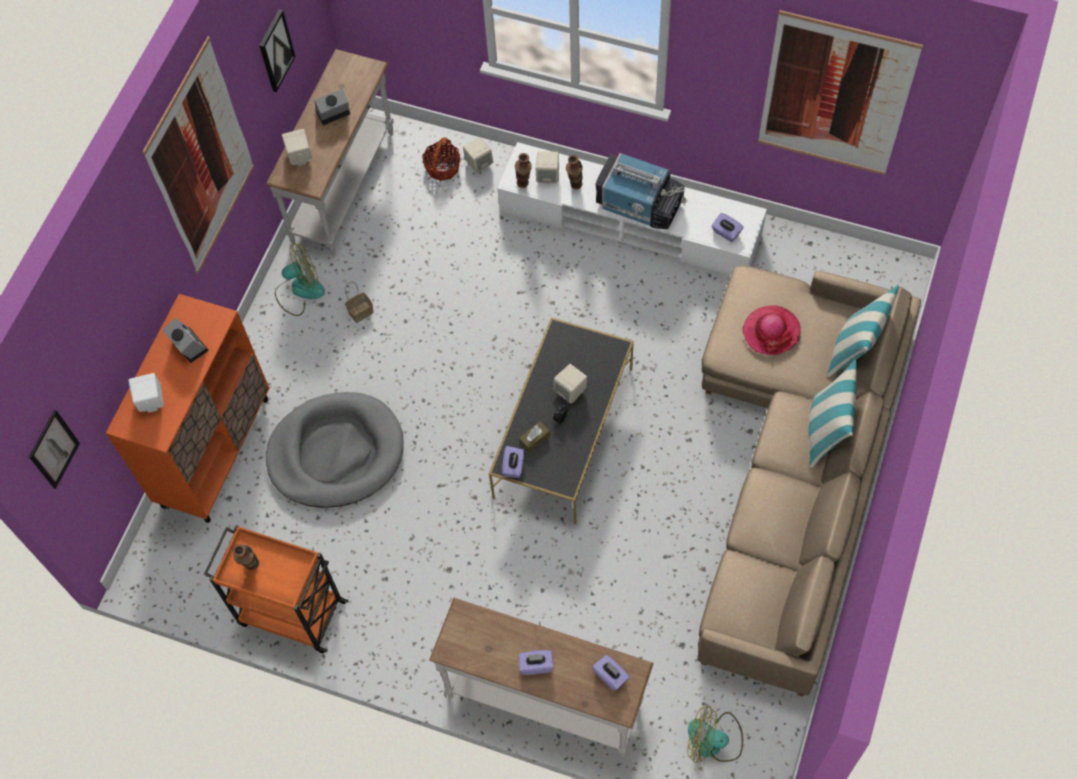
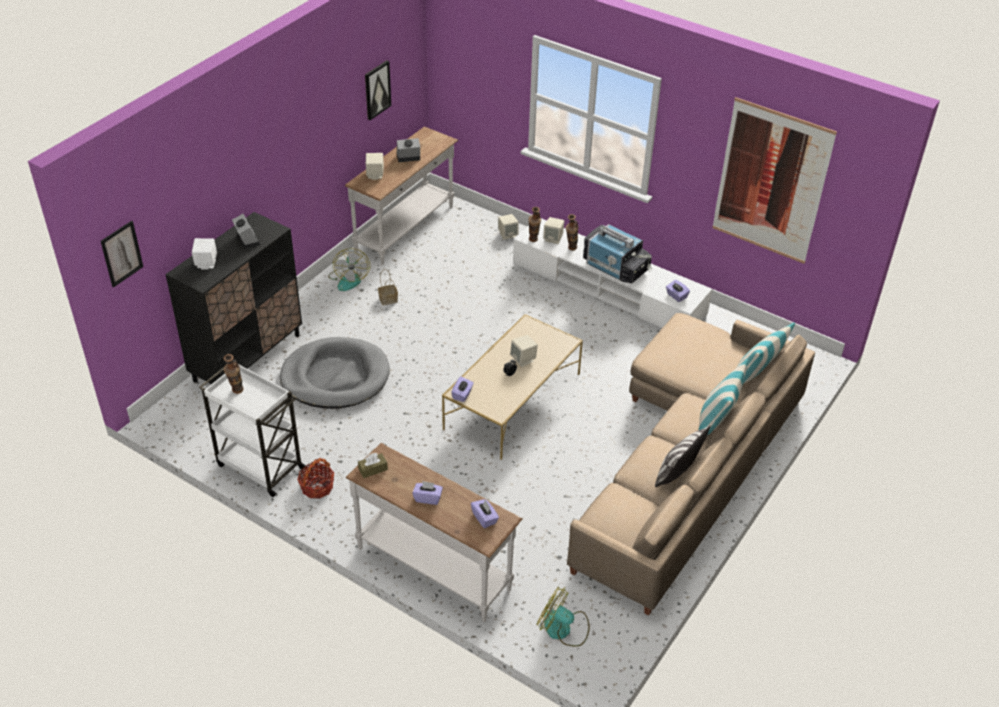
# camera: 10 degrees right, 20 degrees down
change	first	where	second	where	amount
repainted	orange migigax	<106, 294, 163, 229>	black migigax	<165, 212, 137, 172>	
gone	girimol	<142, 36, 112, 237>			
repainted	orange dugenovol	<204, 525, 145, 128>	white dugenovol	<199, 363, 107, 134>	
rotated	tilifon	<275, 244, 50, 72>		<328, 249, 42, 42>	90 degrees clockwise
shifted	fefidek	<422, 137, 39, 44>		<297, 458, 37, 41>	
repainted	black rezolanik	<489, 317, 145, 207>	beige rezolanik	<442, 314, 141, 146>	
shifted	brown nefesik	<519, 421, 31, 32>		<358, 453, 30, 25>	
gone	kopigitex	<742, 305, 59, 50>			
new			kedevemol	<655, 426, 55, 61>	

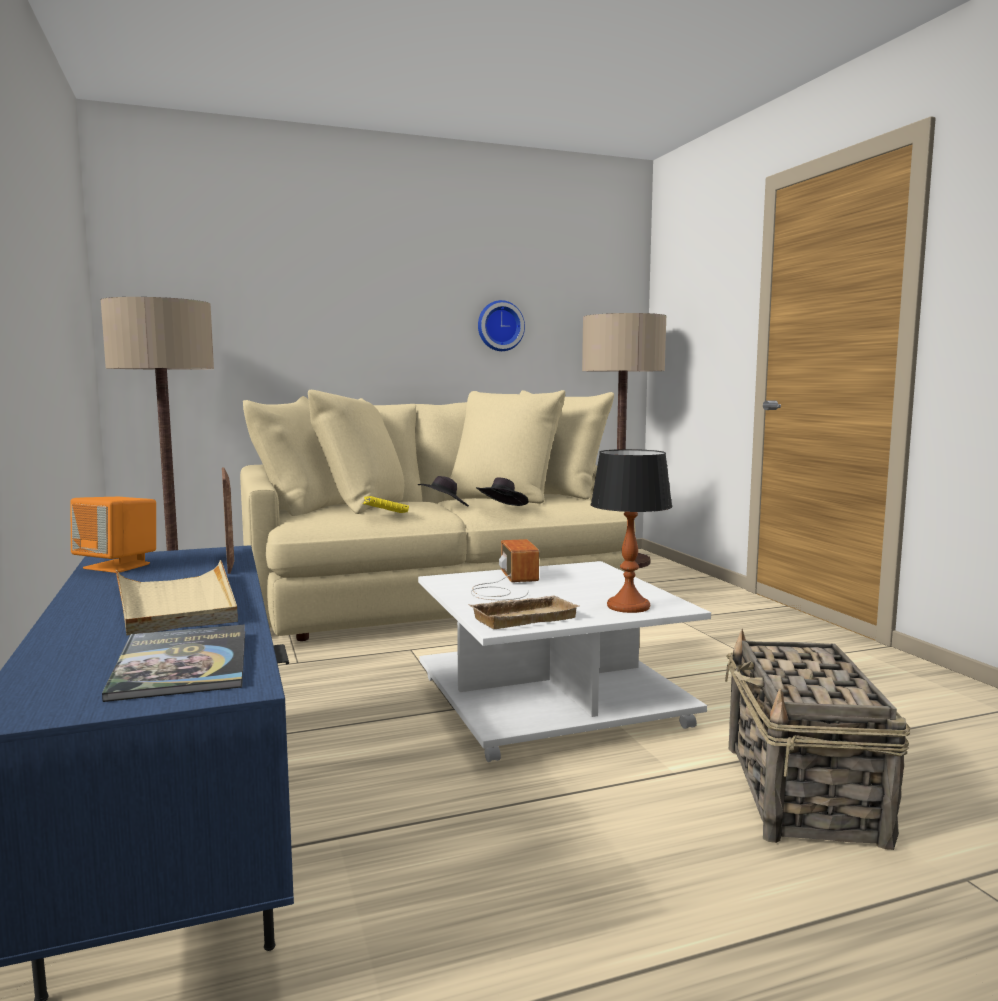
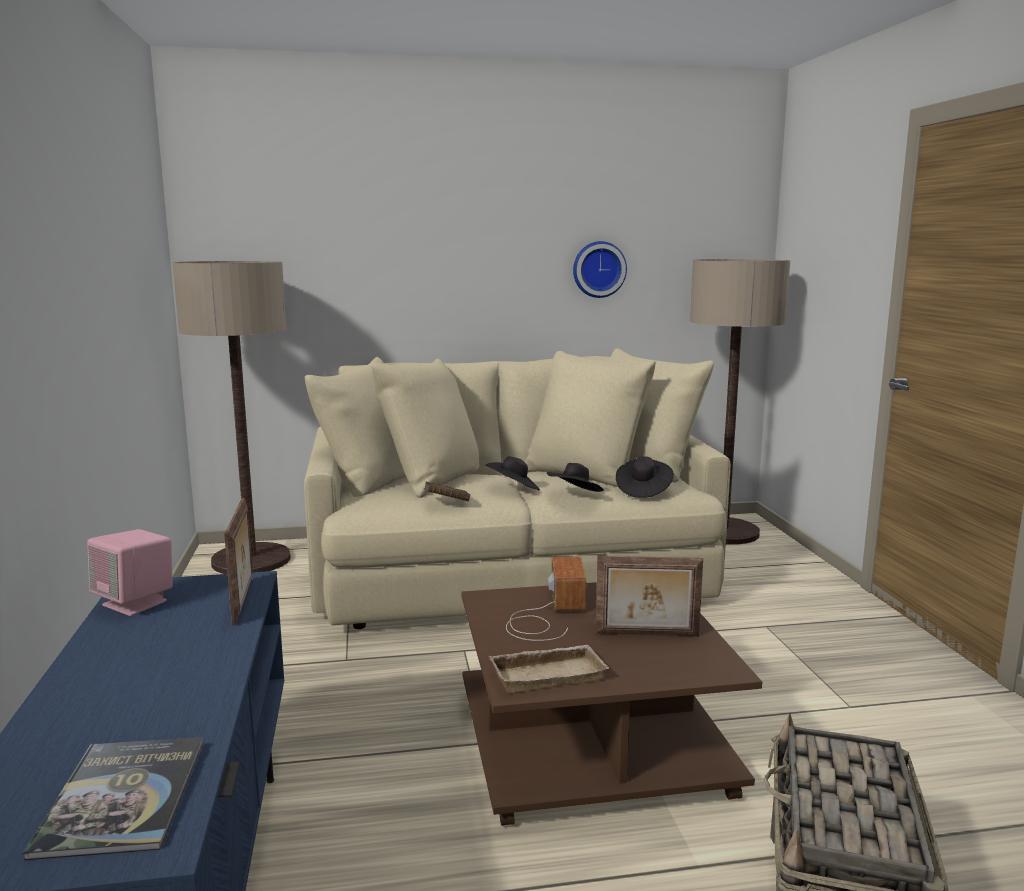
# camera: 10 degrees right, 5 degrees up
change	first	where	second	where	amount
repainted	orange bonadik	<70, 497, 86, 76>	pink bonadik	<87, 529, 86, 87>	
gone	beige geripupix	<116, 560, 122, 75>			
repainted	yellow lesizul	<363, 496, 46, 17>	brown lesizul	<424, 482, 46, 19>	
repainted	white rezolanik	<418, 561, 293, 201>	brown rezolanik	<461, 582, 301, 244>	
gone	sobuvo	<591, 449, 81, 164>			
new			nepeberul	<596, 556, 107, 80>	
new			black kopigitex	<616, 456, 58, 42>	

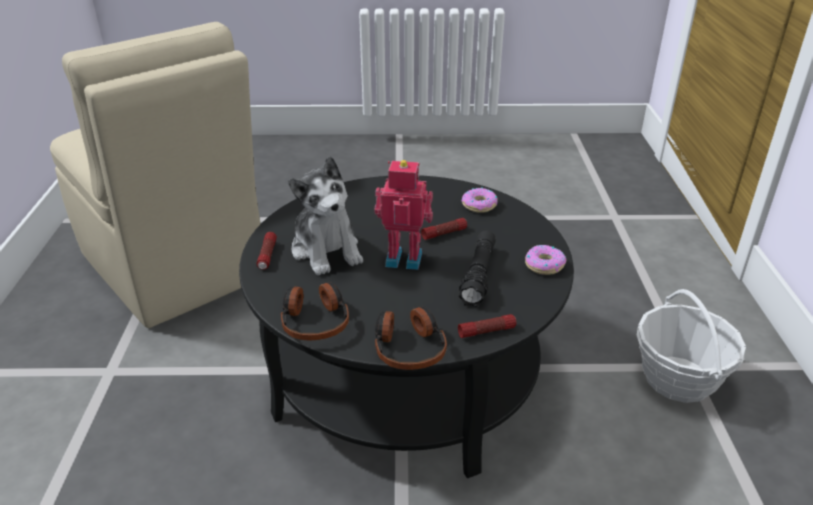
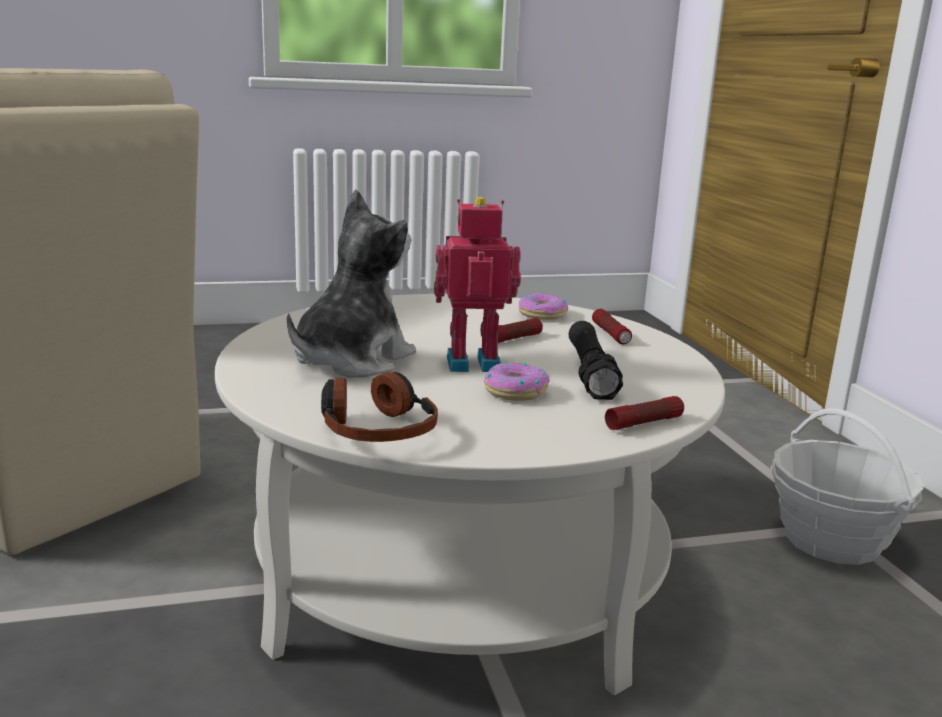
# camera: 15 degrees left, 15 degrees down
change	first	where	second	where	amount
repainted	black rezolanik	<239, 175, 335, 303>	white rezolanik	<215, 294, 510, 401>	
shifted	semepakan	<256, 232, 21, 38>		<592, 309, 40, 36>	
rotated	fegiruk	<288, 156, 75, 120>		<287, 189, 129, 188>	105 degrees counterclockwise
gone	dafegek	<375, 307, 72, 63>			
shifted	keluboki	<525, 245, 41, 30>		<484, 363, 66, 38>	

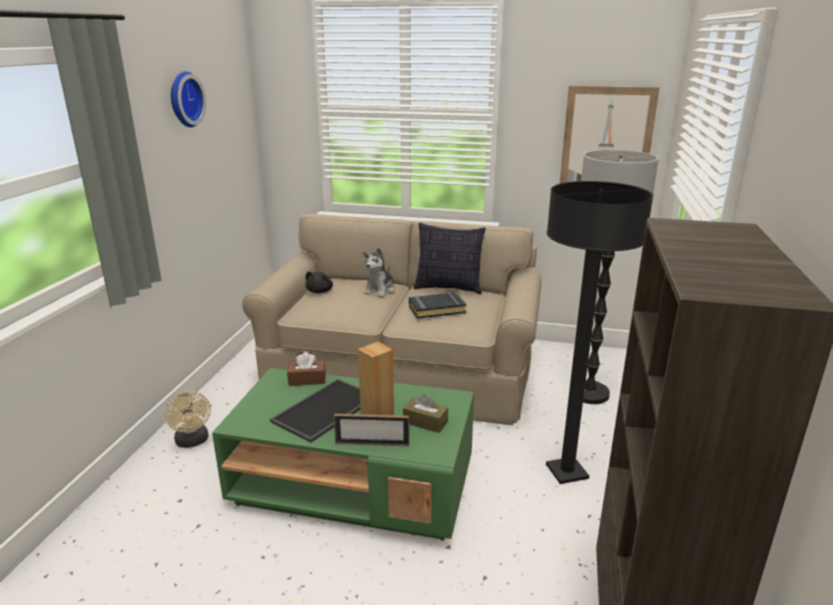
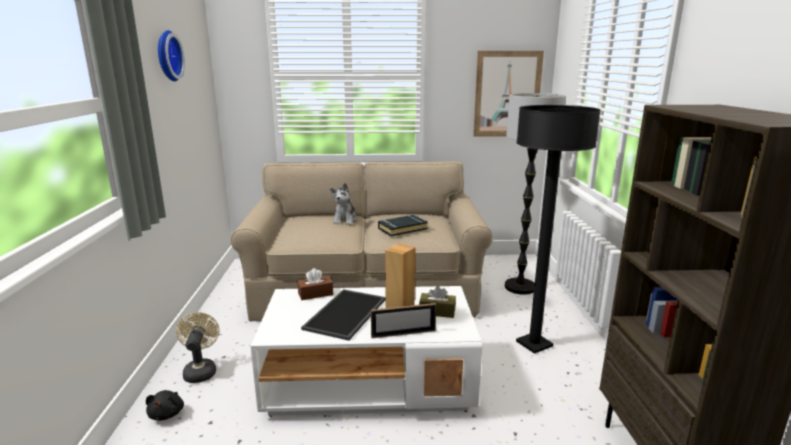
# camera: 15 degrees left, 5 degrees down
change	first	where	second	where	amount
rotated	beige tilifon	<164, 391, 47, 57>		<176, 312, 43, 71>	150 degrees counterclockwise
repainted	green rezolanik	<212, 368, 262, 173>	white rezolanik	<251, 286, 231, 131>	
shifted	black fegiruk	<306, 271, 27, 22>		<146, 390, 38, 31>	
gone	kedevemol	<414, 223, 72, 71>			

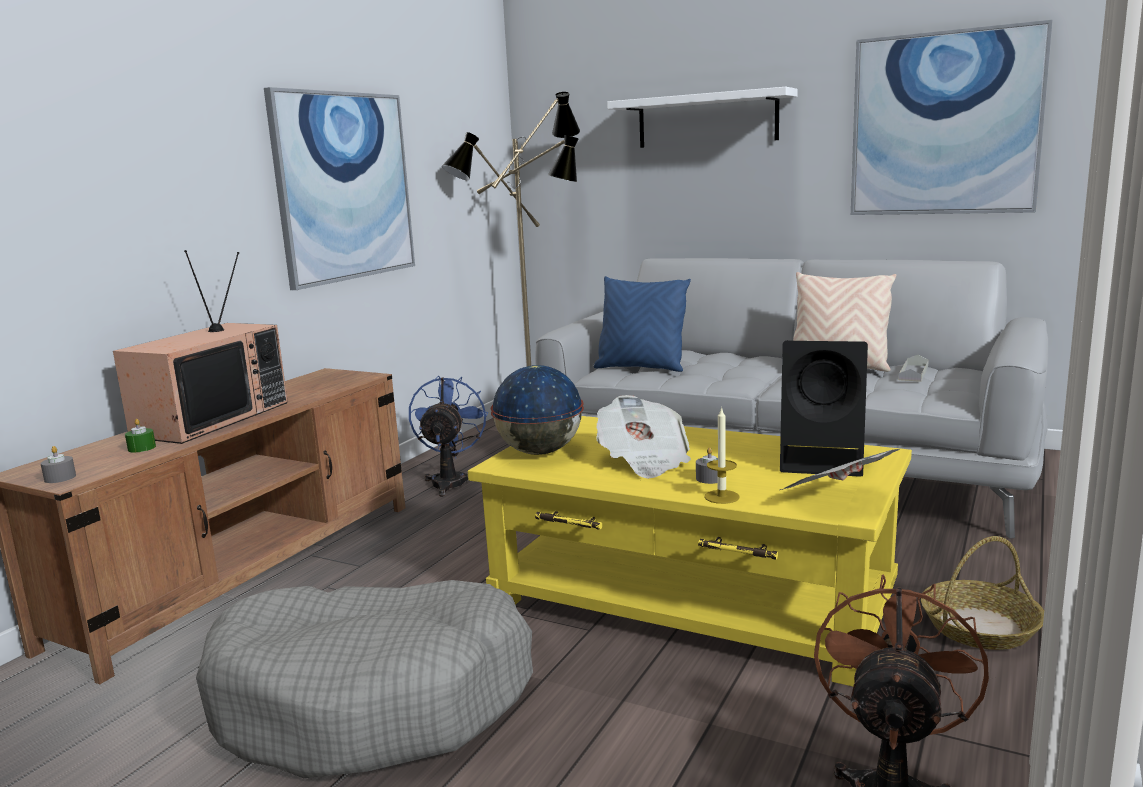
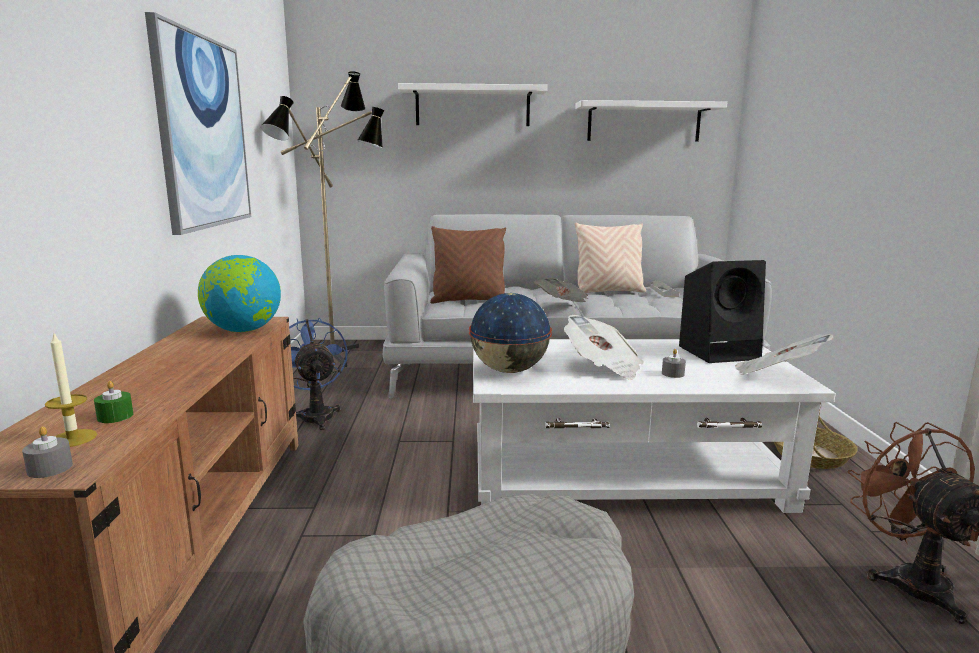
# camera: 30 degrees left, 0 degrees up
change	first	where	second	where	amount
gone	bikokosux	<113, 250, 175, 194>			
repainted	yellow rezolanik	<468, 416, 444, 271>	white rezolanik	<473, 339, 363, 174>	
repainted	blue kedevemol	<594, 276, 97, 96>	brown kedevemol	<430, 226, 76, 77>	
shifted	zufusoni	<704, 407, 35, 97>		<45, 334, 52, 113>	
swapped	girimol	<851, 20, 202, 195>	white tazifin	<575, 100, 152, 42>	
new			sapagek	<198, 255, 83, 77>	
new			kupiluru	<533, 278, 55, 24>	

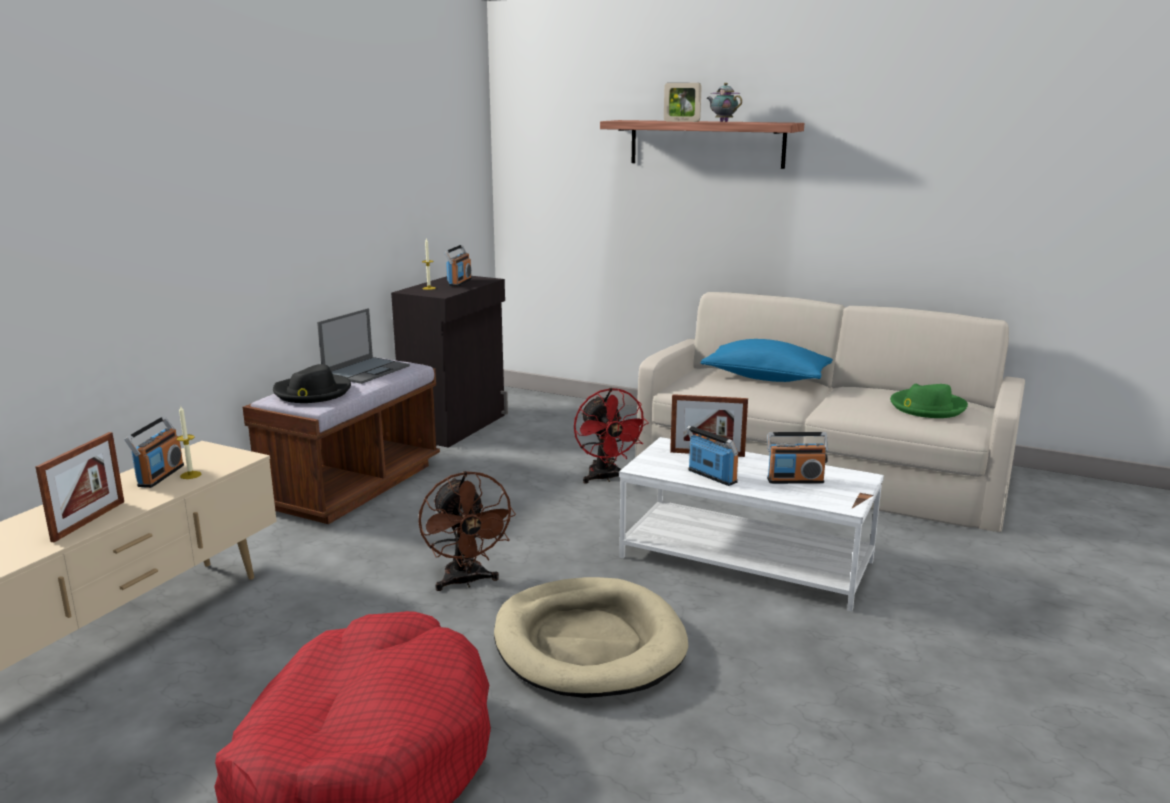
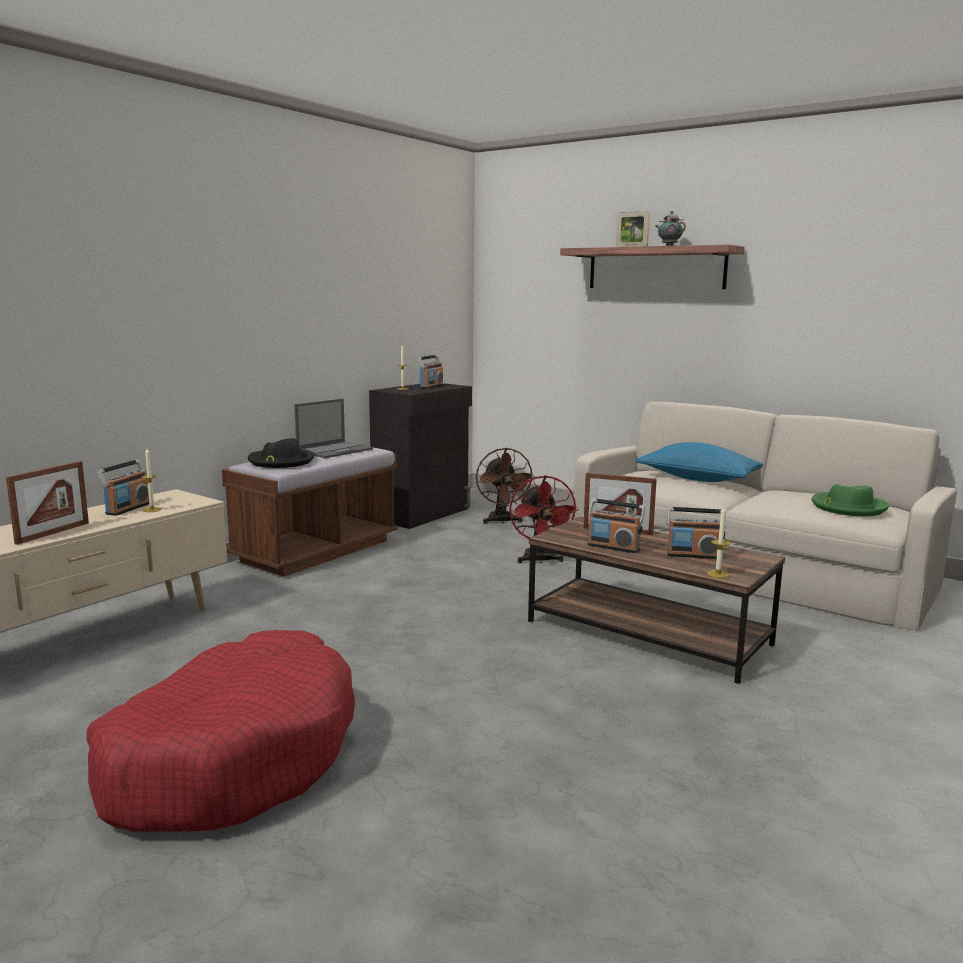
# camera: 10 degrees right, 5 degrees down
change	first	where	second	where	amount
shifted	brown tilifon	<419, 471, 97, 120>		<476, 448, 59, 76>	
gone	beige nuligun	<494, 577, 194, 121>			
repainted	white rezolanik	<619, 437, 265, 175>	brown rezolanik	<528, 517, 257, 167>	
rotated	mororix	<686, 425, 52, 61>		<588, 498, 57, 55>	150 degrees clockwise
new			zufusoni	<707, 507, 24, 71>	

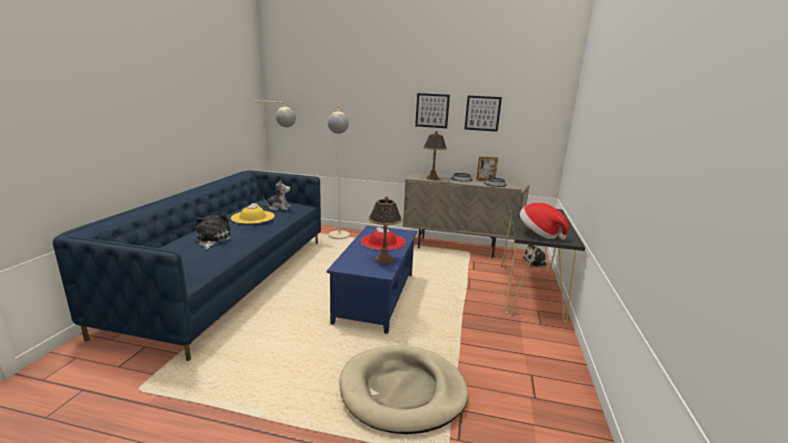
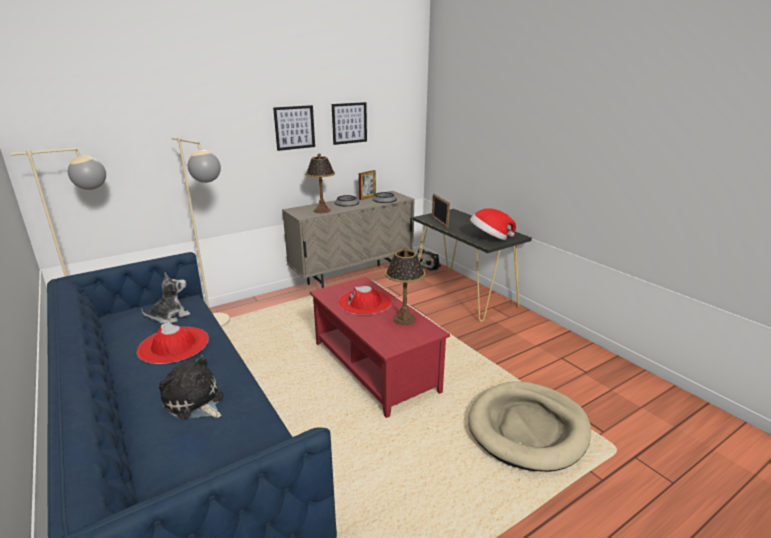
# camera: 45 degrees left, 5 degrees up
change	first	where	second	where	amount
repainted	yellow kopigitex	<231, 203, 44, 21>	red kopigitex	<137, 322, 72, 42>	
repainted	blue rezolanik	<327, 225, 90, 109>	red rezolanik	<310, 277, 140, 141>	

